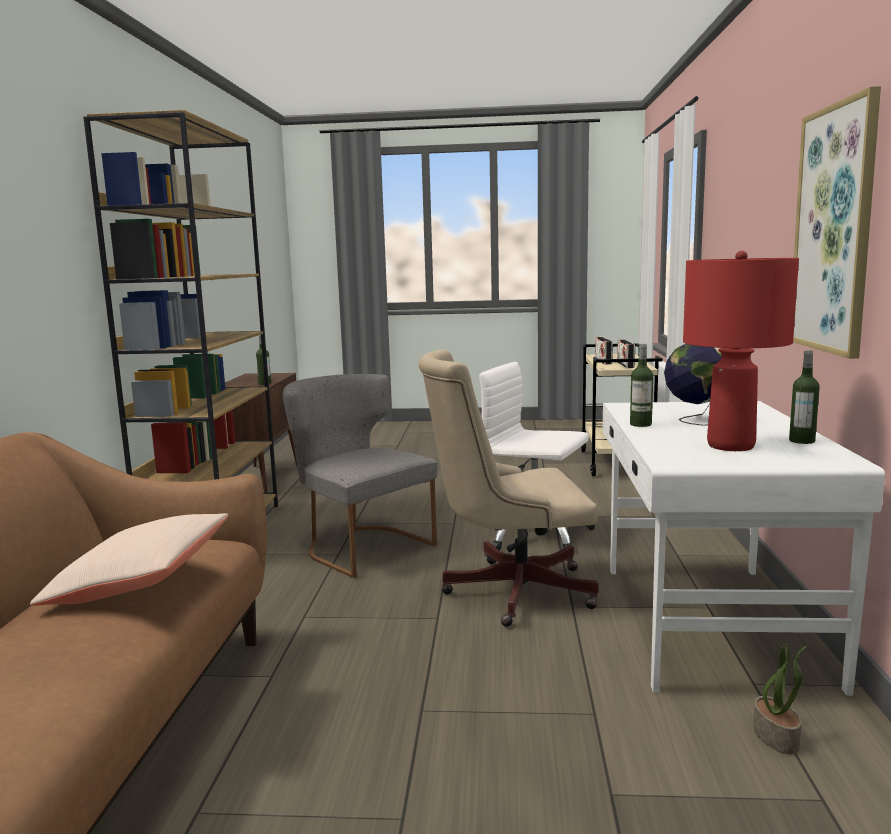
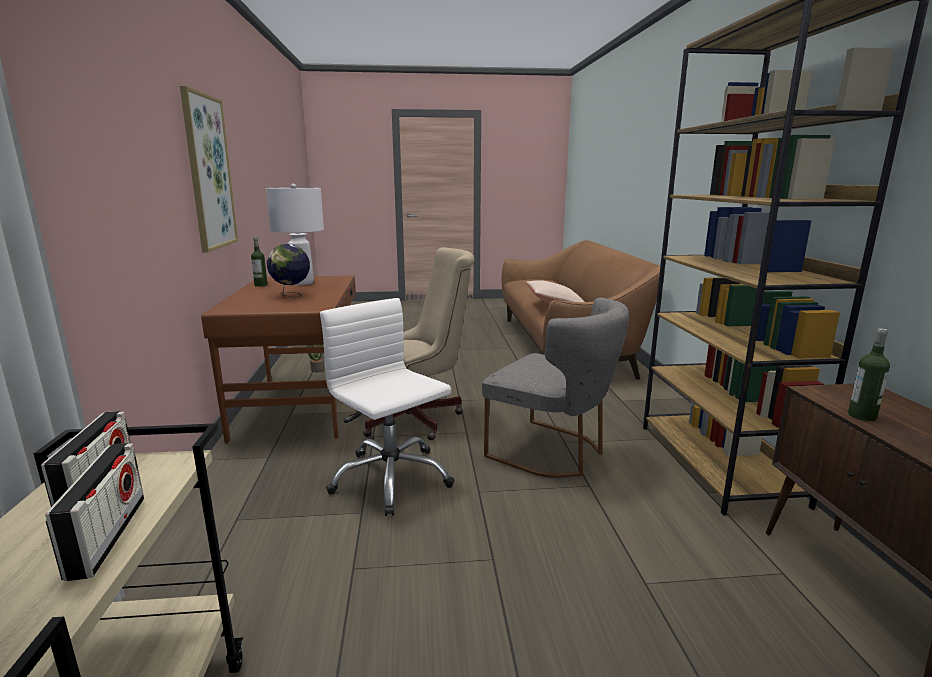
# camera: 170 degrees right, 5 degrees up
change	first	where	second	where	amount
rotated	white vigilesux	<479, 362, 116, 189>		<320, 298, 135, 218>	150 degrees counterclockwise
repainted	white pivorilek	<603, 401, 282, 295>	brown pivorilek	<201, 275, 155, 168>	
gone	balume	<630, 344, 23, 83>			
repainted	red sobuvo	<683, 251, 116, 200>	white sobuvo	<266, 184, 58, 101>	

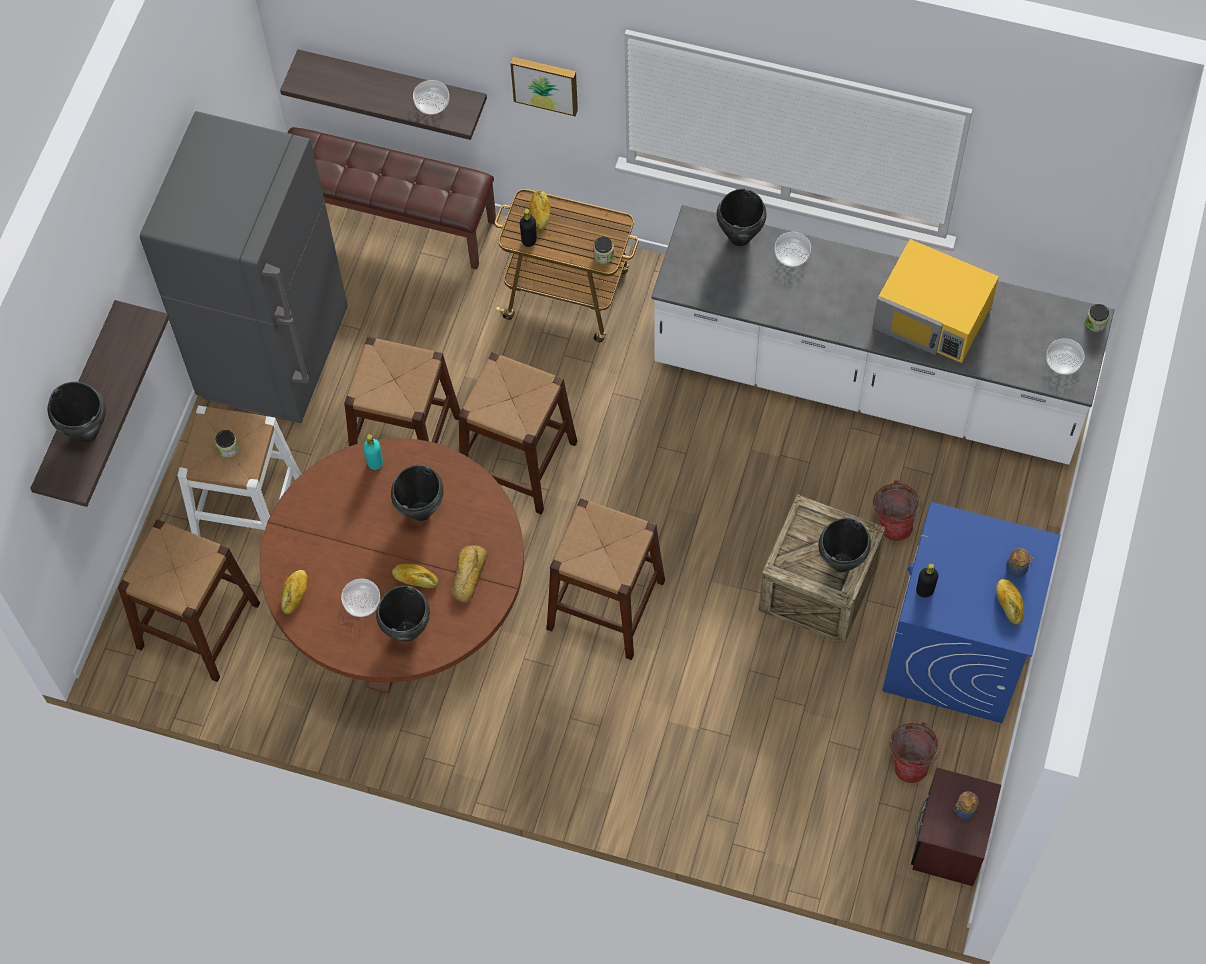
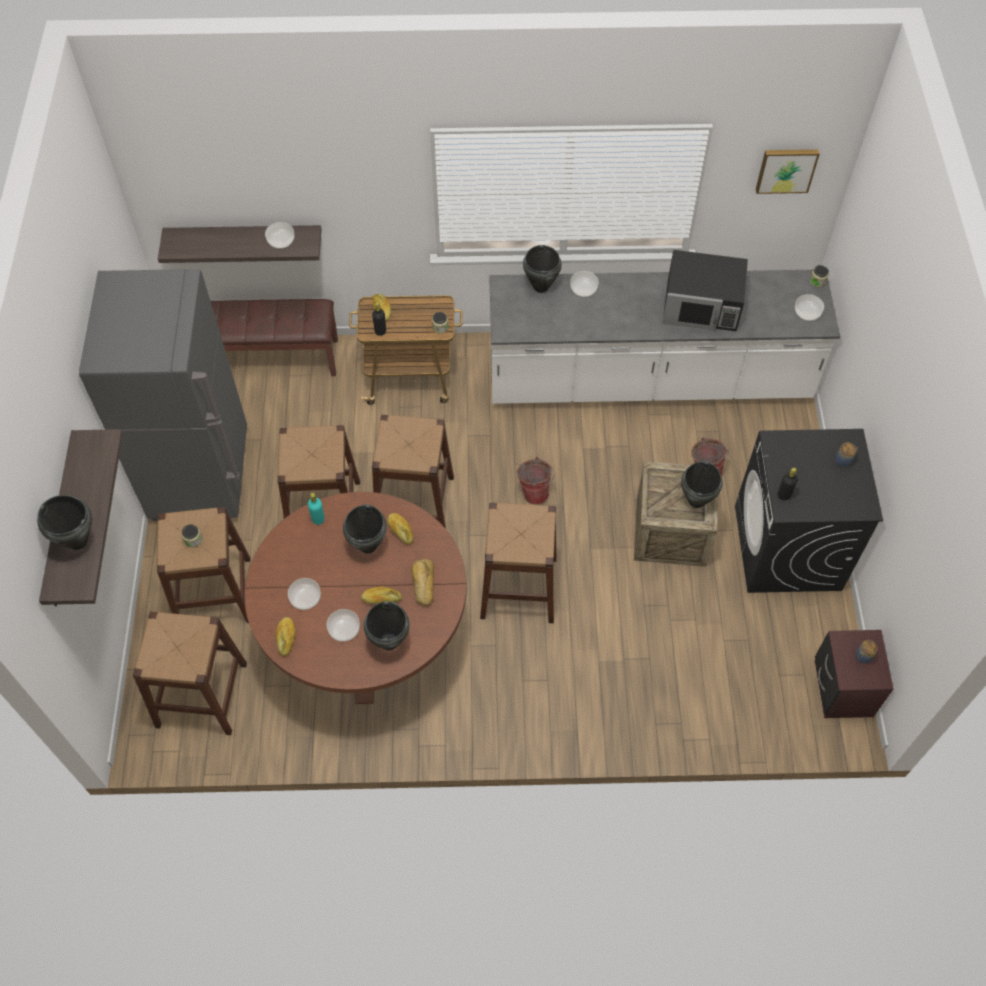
# camera: 20 degrees left, 5 degrees down
change	first	where	second	where	amount
repainted	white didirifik	<177, 406, 125, 130>	brown didirifik	<157, 507, 93, 116>	
shifted	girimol	<510, 57, 68, 59>		<756, 149, 64, 45>	
repainted	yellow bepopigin	<872, 239, 127, 124>	black bepopigin	<662, 250, 86, 81>	
repainted	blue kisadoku	<882, 502, 178, 221>	black kisadoku	<735, 429, 148, 164>	
shifted	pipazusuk	<890, 722, 50, 61>		<517, 457, 37, 48>	
shifted	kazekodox	<996, 579, 28, 46>		<387, 513, 26, 32>	
new			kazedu	<288, 578, 33, 32>	

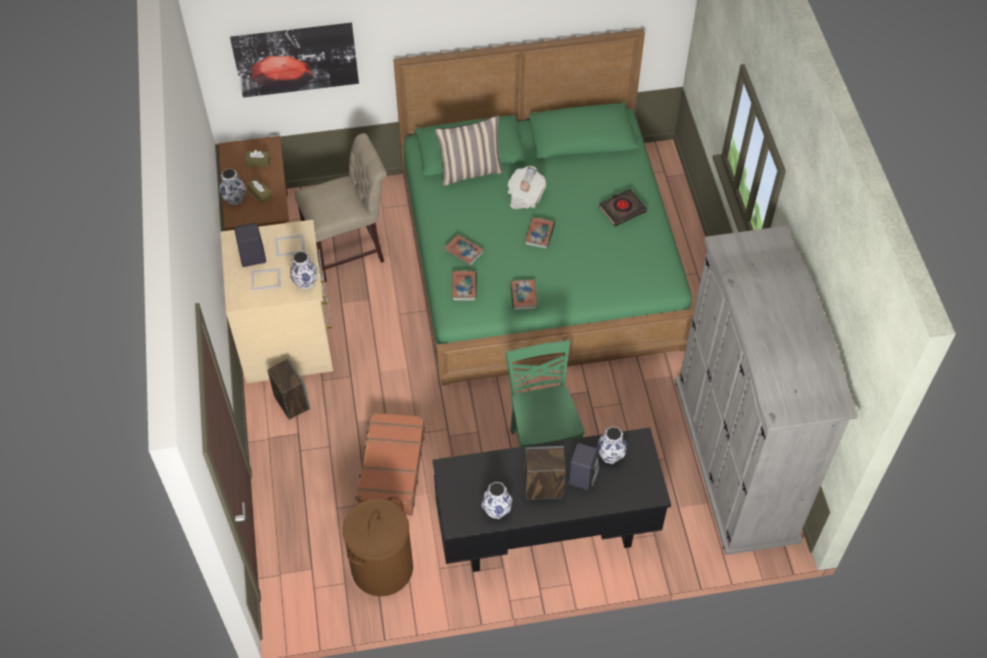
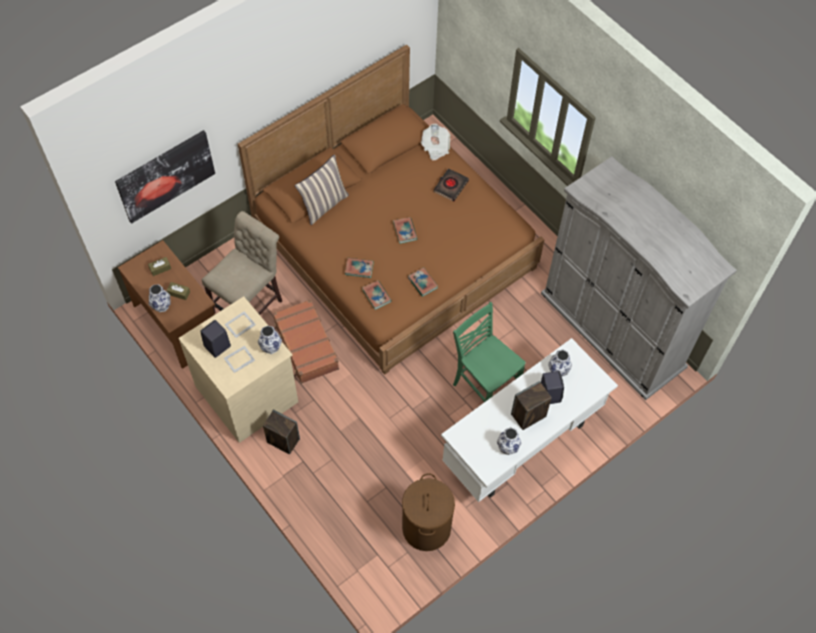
# camera: 30 degrees left, 5 degrees up
change	first	where	second	where	amount
shifted	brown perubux	<355, 412, 70, 104>		<273, 299, 66, 85>	
repainted	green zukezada	<393, 29, 301, 357>	brown zukezada	<238, 45, 306, 330>	
repainted	black pivorilek	<433, 428, 238, 144>	white pivorilek	<441, 338, 177, 164>	
shifted	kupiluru	<508, 166, 38, 43>		<421, 124, 29, 37>	

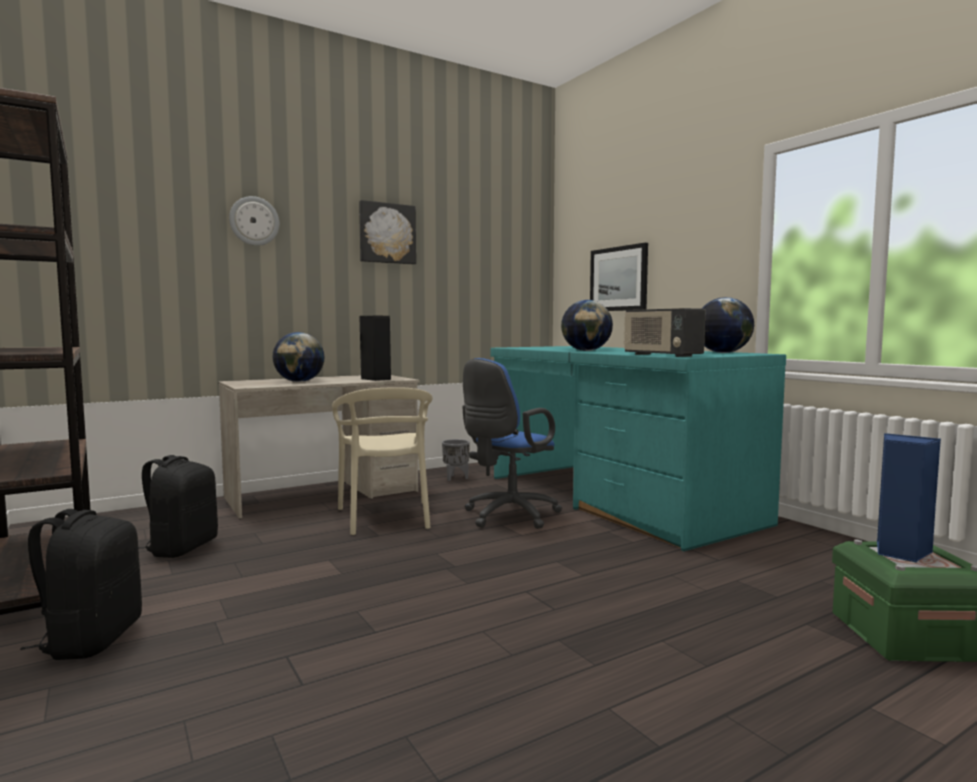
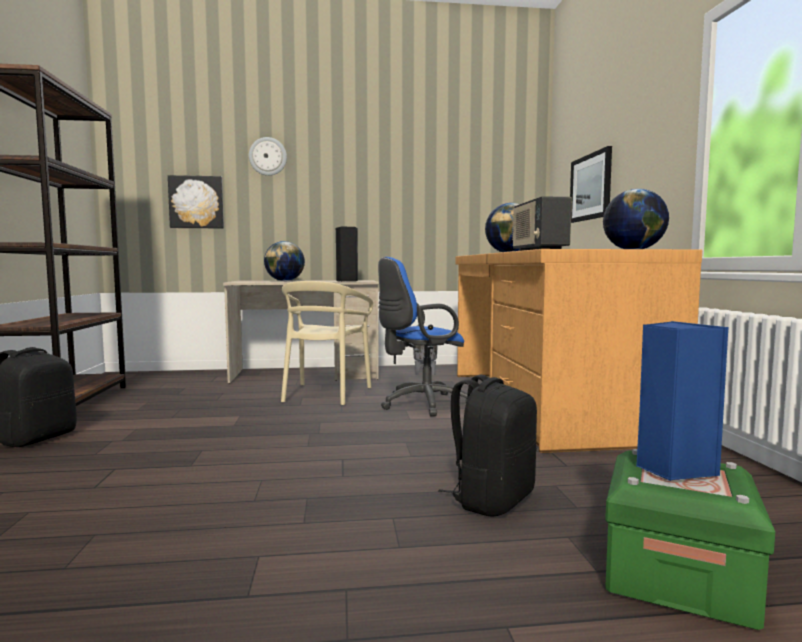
# camera: 25 degrees right, 0 degrees up
change	first	where	second	where	amount
shifted	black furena	<138, 455, 80, 103>		<438, 375, 99, 141>	
shifted	girimol	<359, 200, 57, 65>		<168, 175, 56, 54>	
repainted	turquoise pivorilek	<491, 346, 295, 205>	brown pivorilek	<455, 249, 247, 204>	

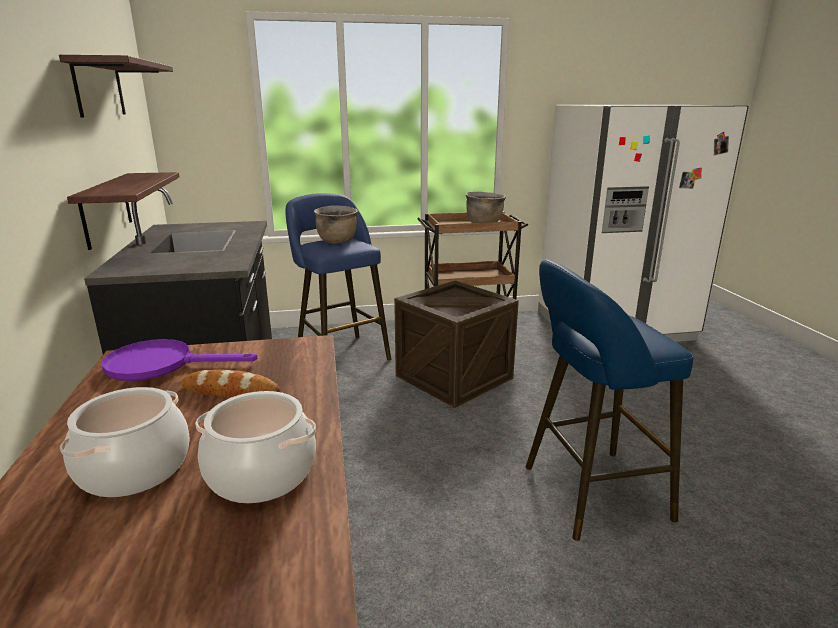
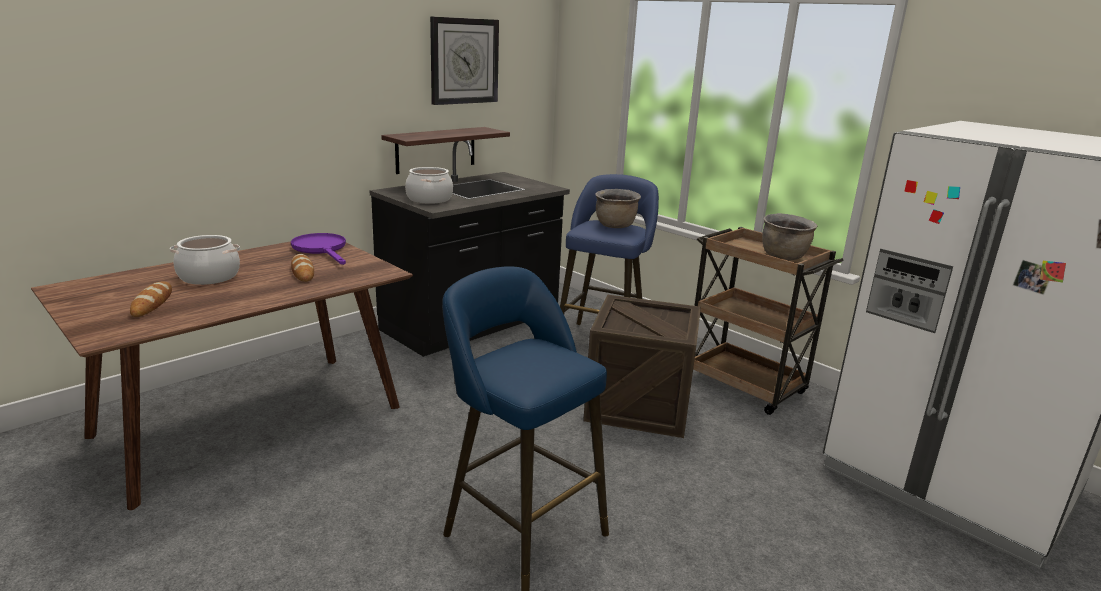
# camera: 55 degrees right, 0 degrees up
change	first	where	second	where	amount
swapped	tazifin	<59, 55, 114, 63>	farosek	<430, 16, 69, 89>	
shifted	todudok	<195, 391, 121, 112>		<405, 167, 48, 37>	
new			kazekodox	<130, 281, 42, 36>	

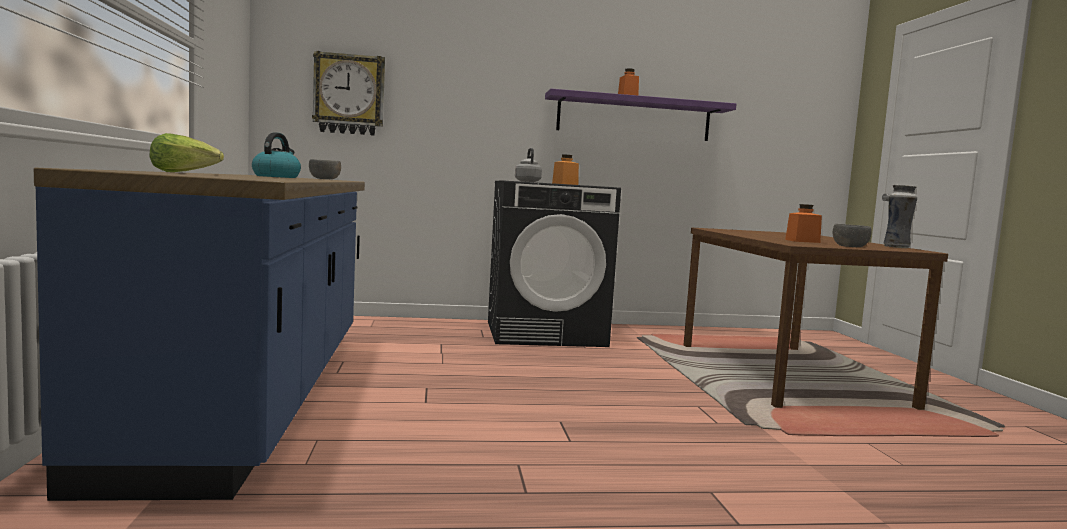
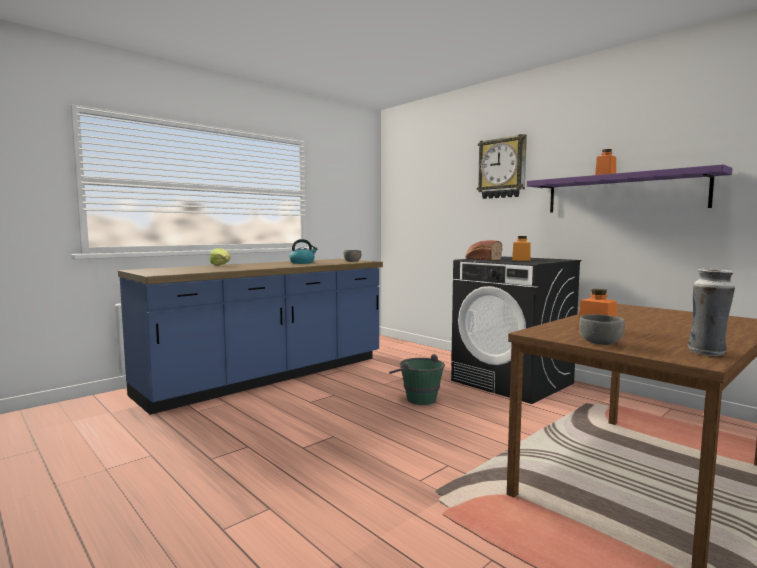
# camera: 55 degrees right, 0 degrees up
change	first	where	second	where	amount
shifted	farosek	<312, 51, 73, 85>		<477, 134, 50, 65>	
swapped	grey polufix	<515, 148, 27, 34>	kazekodox	<465, 240, 37, 20>	
new			green pipazusuk	<389, 354, 56, 51>	

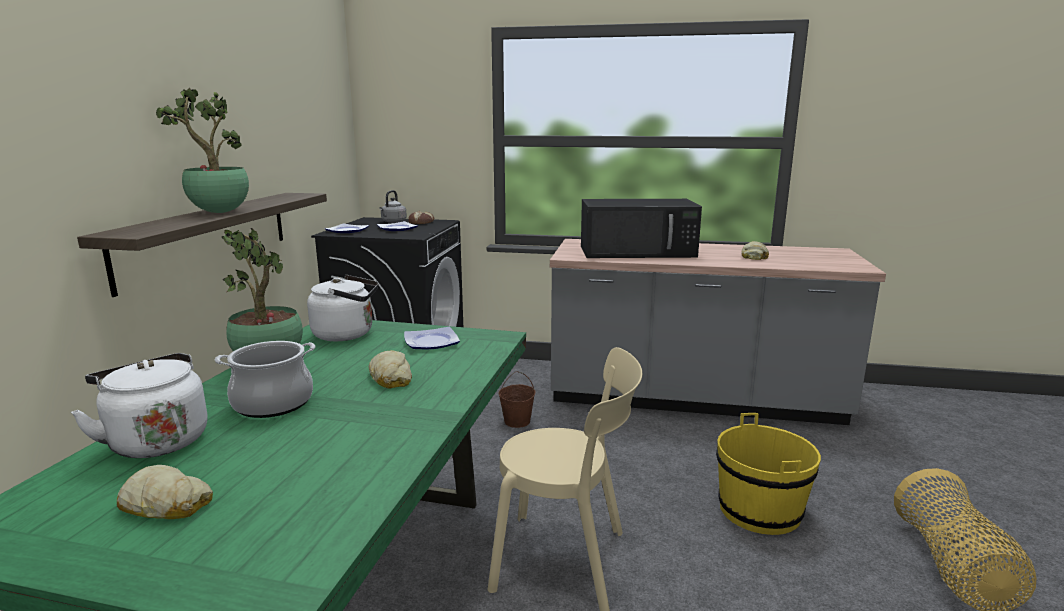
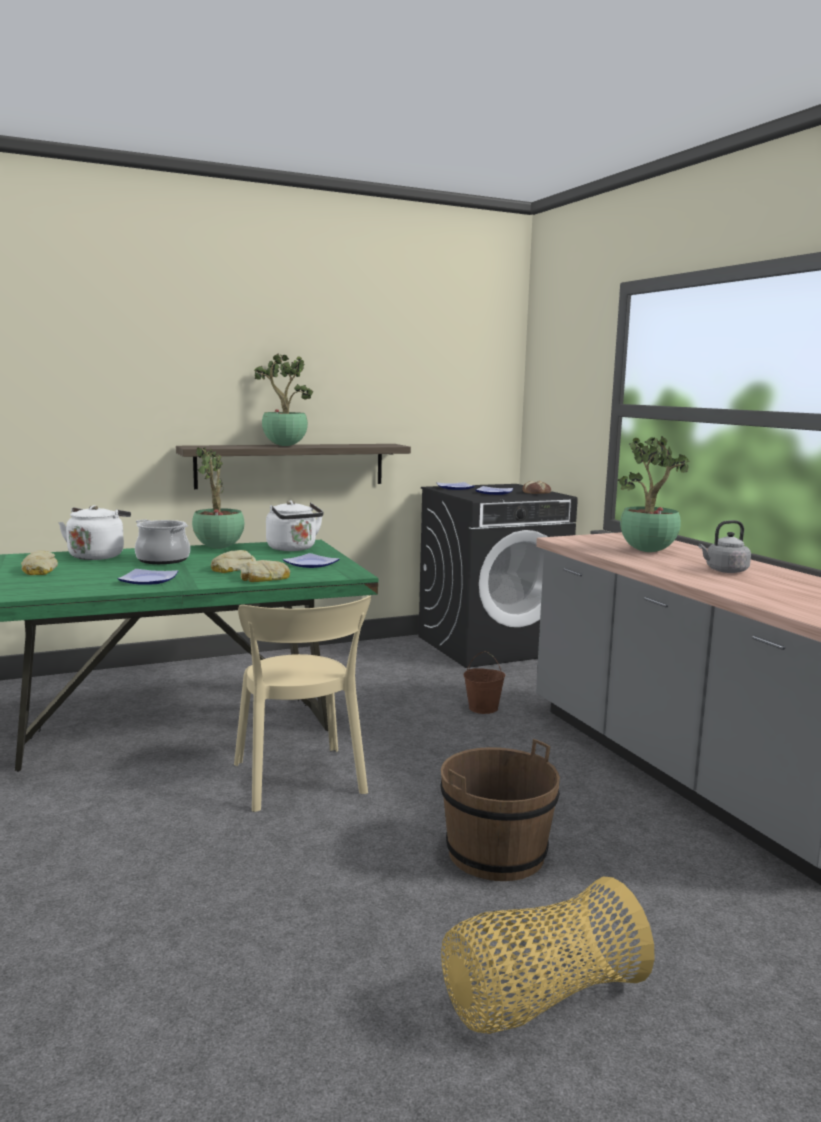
# camera: 55 degrees right, 5 degrees down
change	first	where	second	where	amount
shifted	grey polufix	<380, 190, 27, 33>		<698, 520, 53, 53>	
swapped	black bepopigin	<581, 199, 121, 59>	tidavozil	<618, 436, 72, 116>	
repainted	yellow pipazusuk	<716, 413, 105, 122>	brown pipazusuk	<441, 739, 119, 142>	
shifted	kazekodox	<741, 241, 28, 19>		<240, 560, 50, 22>	
new			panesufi	<118, 569, 60, 16>	

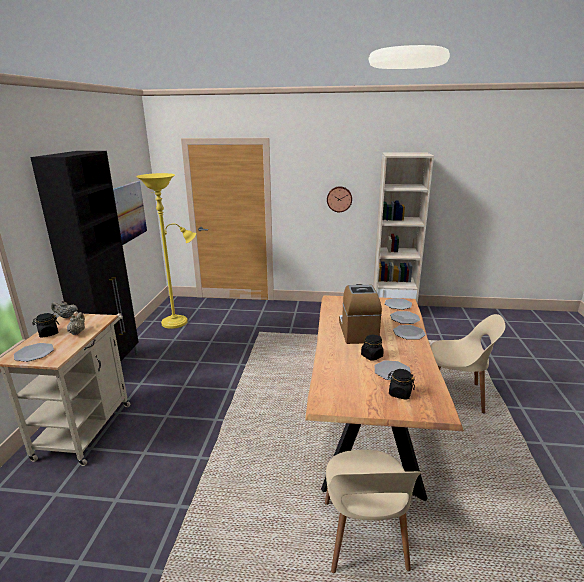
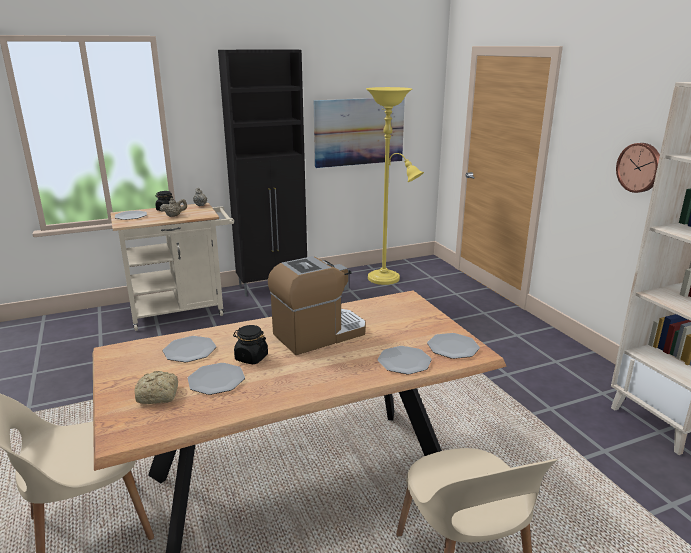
# camera: 60 degrees right, 0 degrees up
change	first	where	second	where	amount
swapped	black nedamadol	<388, 369, 27, 31>	kazekodox	<135, 371, 43, 33>	
shifted	panesufi	<393, 325, 33, 15>		<163, 336, 53, 26>	

